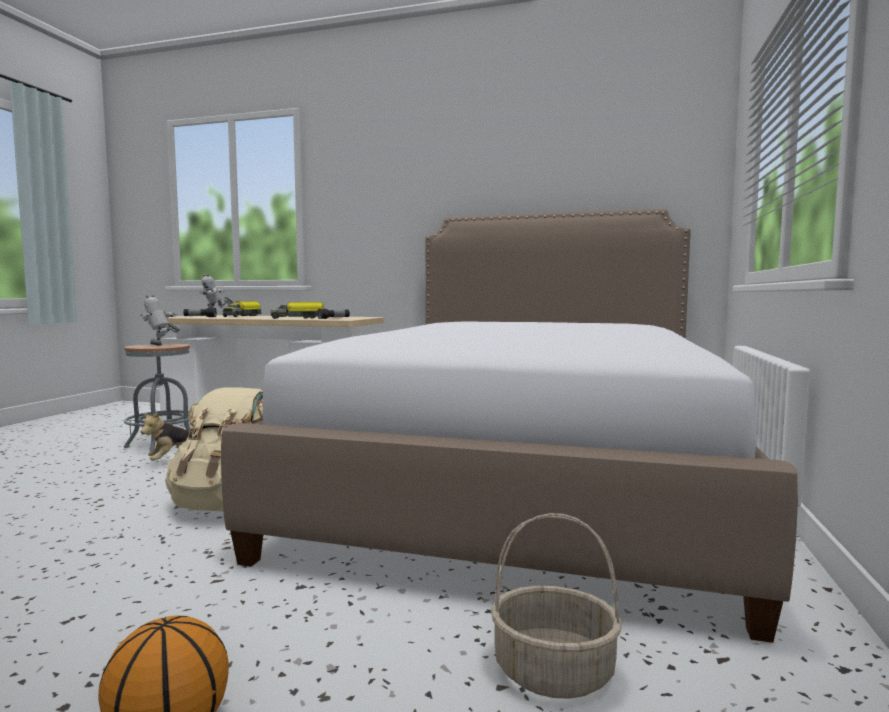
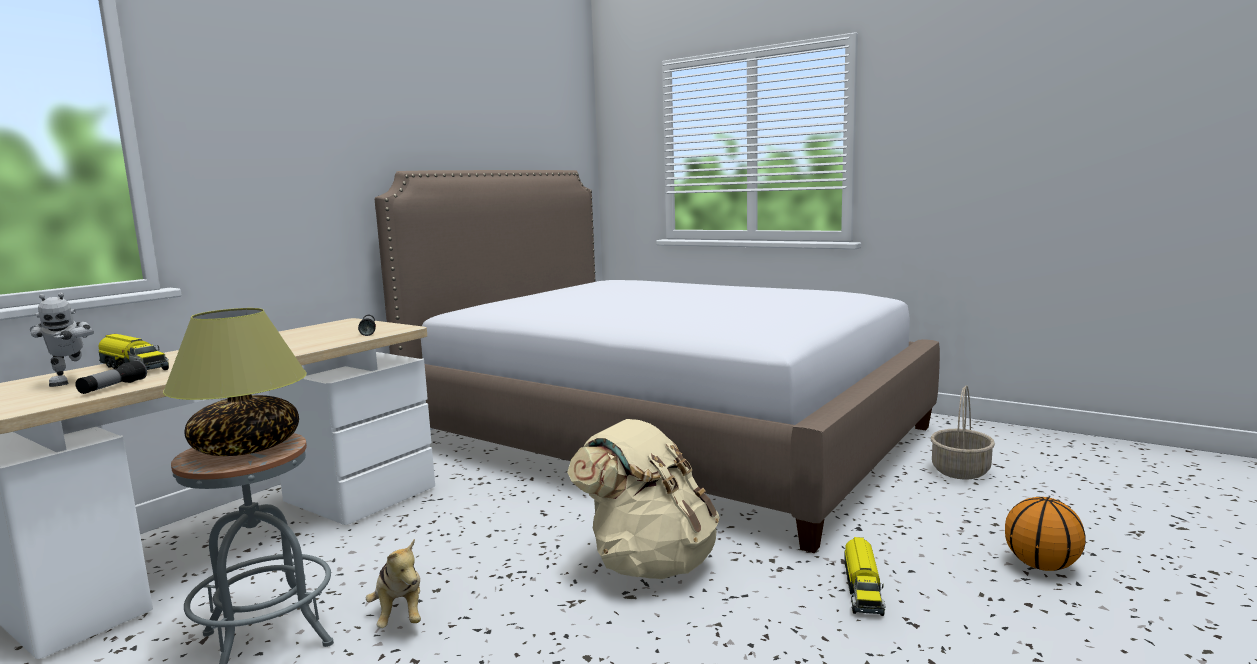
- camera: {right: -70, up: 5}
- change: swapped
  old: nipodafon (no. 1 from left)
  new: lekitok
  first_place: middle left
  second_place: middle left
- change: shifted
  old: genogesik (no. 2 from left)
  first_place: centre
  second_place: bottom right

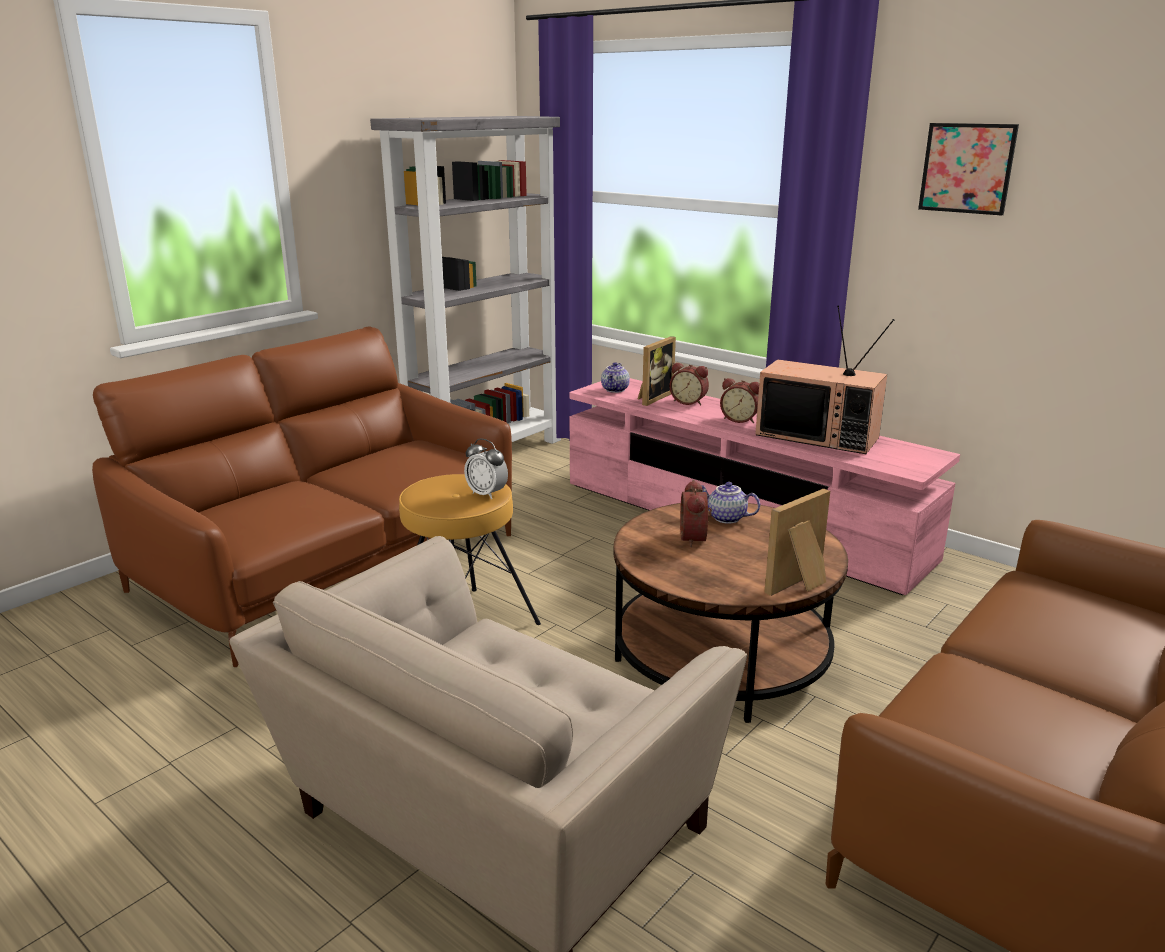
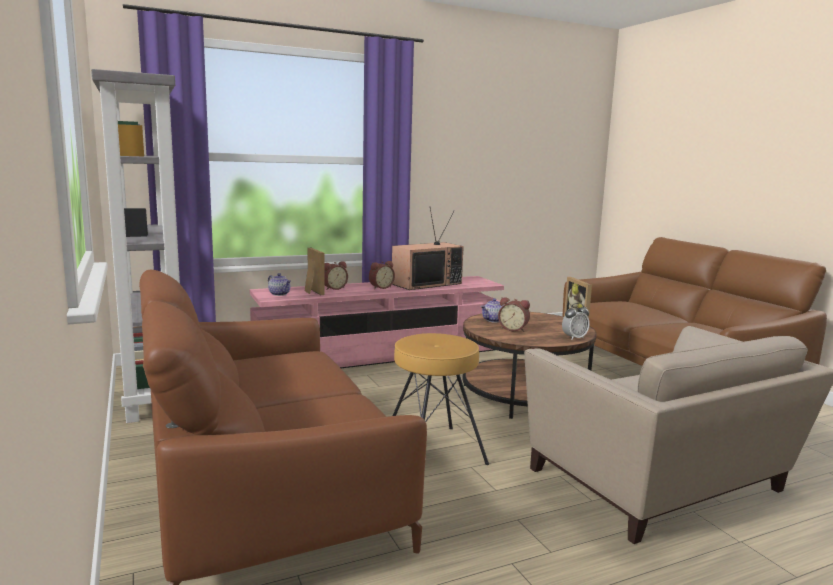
- camera: {right: -65, up: -10}
- change: shifted
  old: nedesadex (no. 1 from left in the first image)
  new: nedesadex (no. 4 from left)
  first_place: centre
  second_place: middle right
- change: gone
  old: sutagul
  first_place: top right

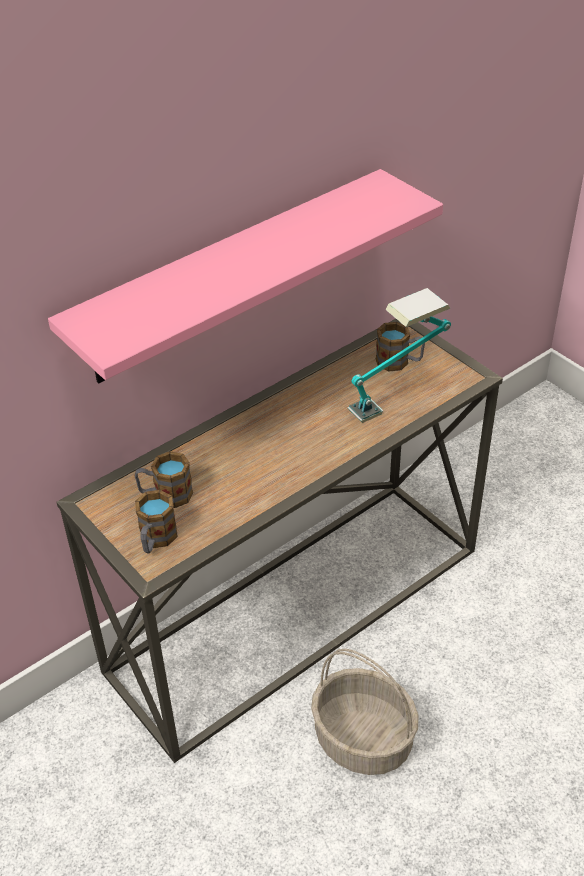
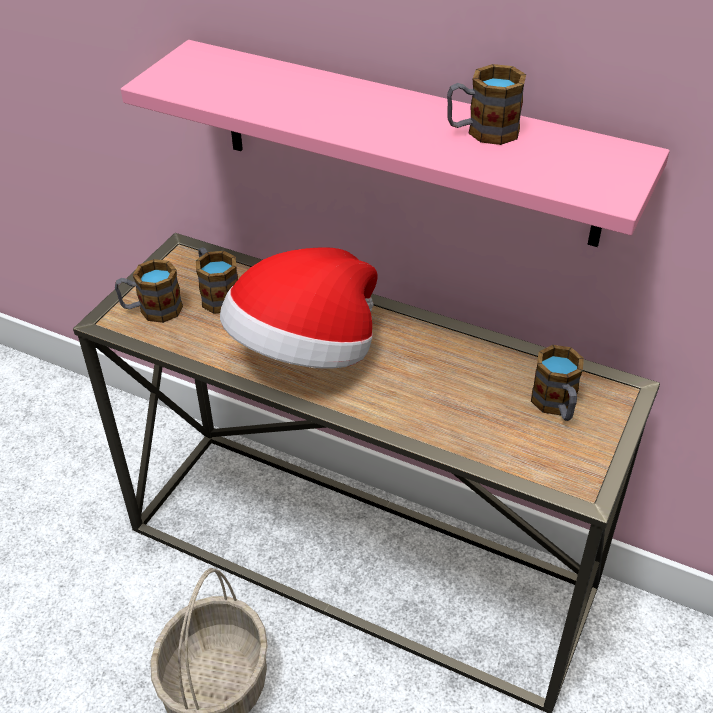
- camera: {right: 65, up: 0}
- change: new
  new: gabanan
  second_place: centre
- change: new
  new: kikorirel (no. 3 from left)
  second_place: top right
- change: gone
  old: lekitok
  first_place: middle right

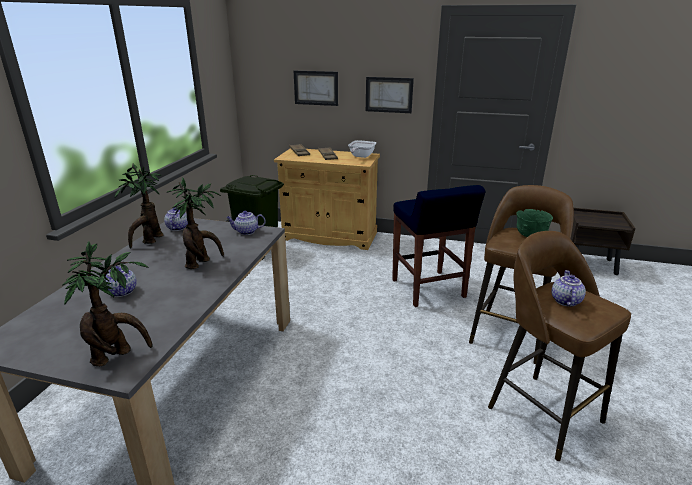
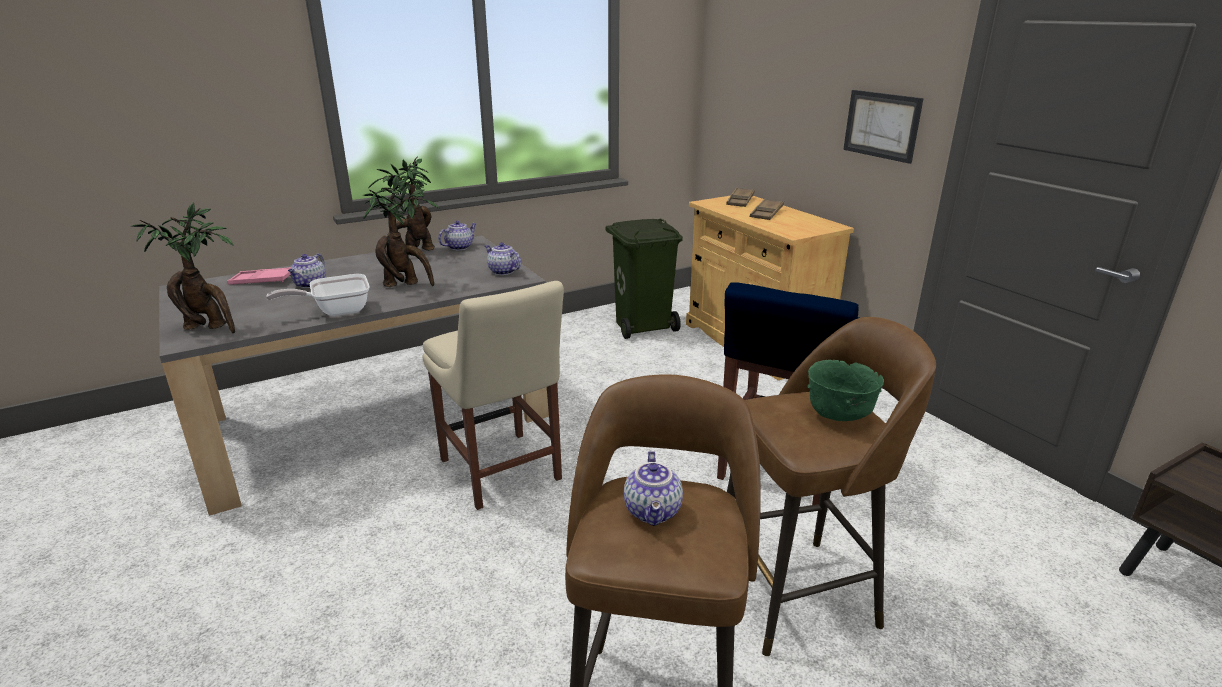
- camera: {right: 45, up: 0}
- change: new
  new: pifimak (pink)
  second_place: middle left
- change: shifted
  old: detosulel
  first_place: top centre
  second_place: middle left
- change: new
  new: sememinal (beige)
  second_place: centre
- change: rotated
  old: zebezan (no. 4 from left)
  first_place: middle right
  second_place: bottom centre
  degrees: 120
- change: gone
  old: sutagul (no. 1 from left)
  first_place: top centre

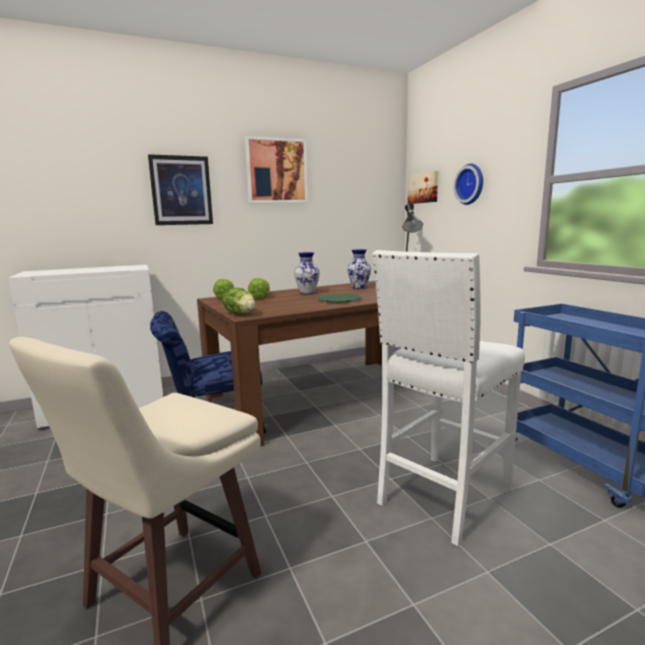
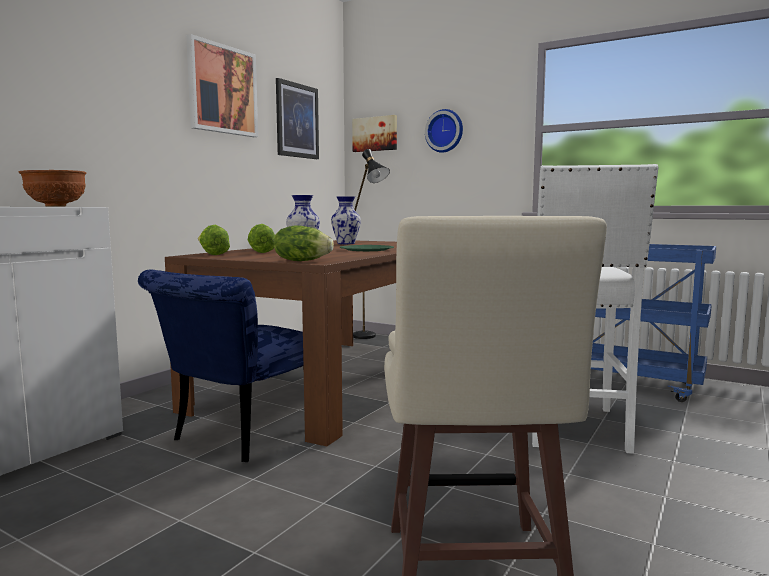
- camera: {right: -35, up: -5}
- change: new
  new: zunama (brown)
  second_place: top left
- change: shifted
  old: sutagul (no. 1 from left in the first image)
  new: sutagul (no. 2 from left)
  first_place: top left
  second_place: top centre

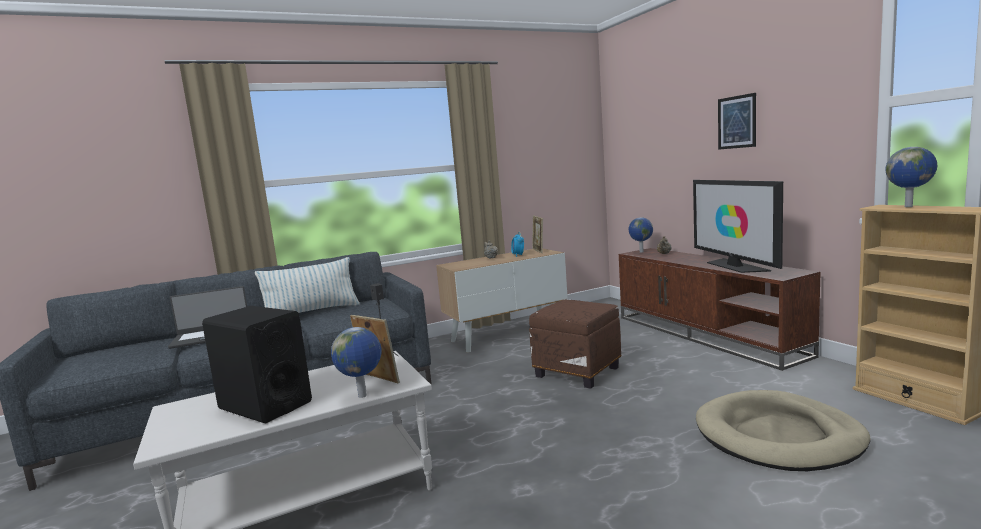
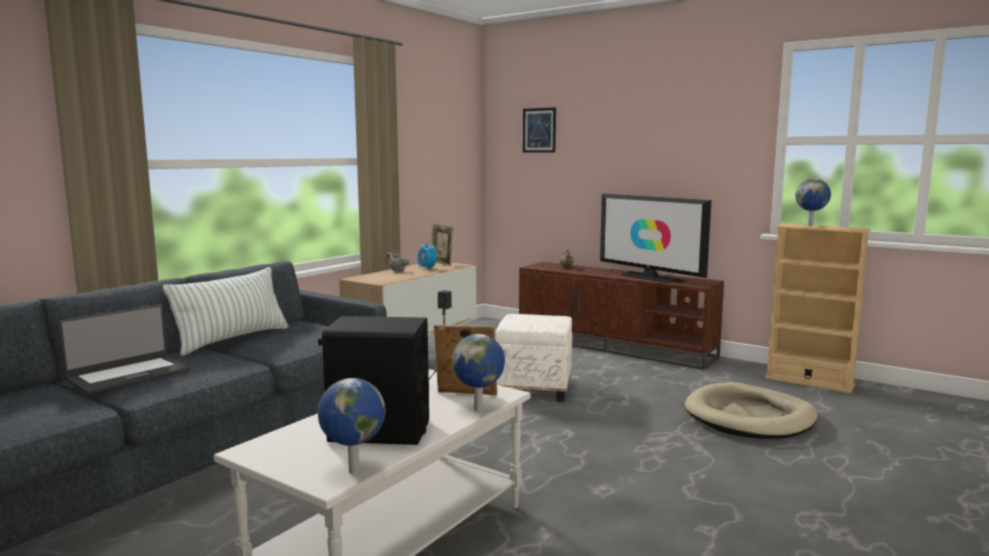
- camera: {right: -30, up: 0}
- change: shifted
  old: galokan (no. 2 from left in the first image)
  new: galokan (no. 1 from left)
  first_place: centre
  second_place: bottom centre
- change: repainted
  old: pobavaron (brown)
  new: pobavaron (white)
  first_place: centre
  second_place: centre
- change: shifted
  old: sutagul
  first_place: top right
  second_place: top centre

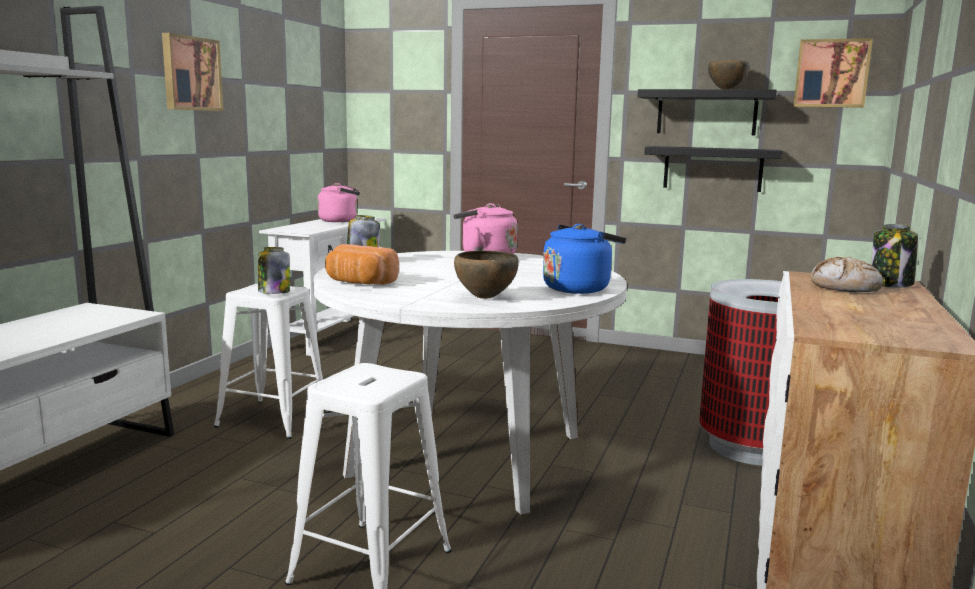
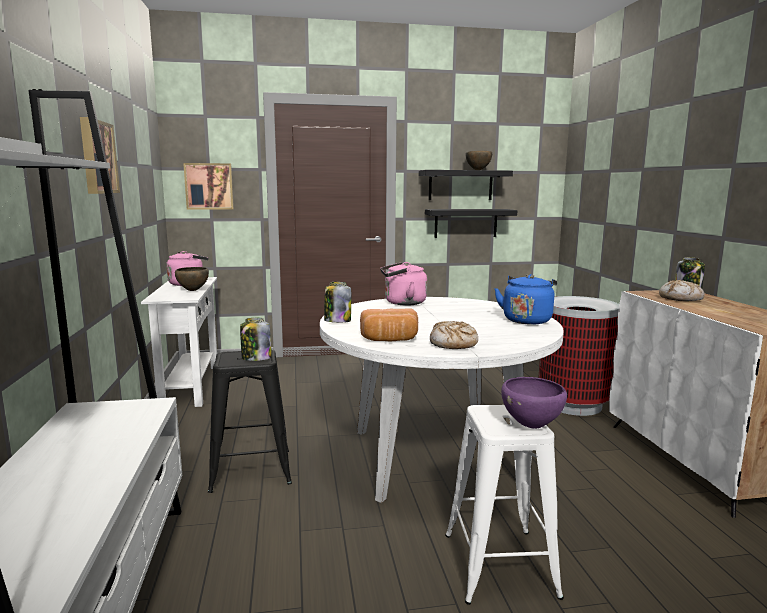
- camera: {right: -30, up: 0}
- change: shifted
  old: zunama (brown) (no. 1 from left)
  first_place: centre
  second_place: middle left
- change: shifted
  old: sutagul (no. 2 from left)
  first_place: top right
  second_place: top left
- change: repainted
  old: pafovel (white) (no. 1 from left)
  new: pafovel (black)
  first_place: middle left
  second_place: bottom left
- change: new
  new: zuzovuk (no. 2 from left)
  second_place: centre
- change: new
  new: zunama (purple)
  second_place: middle right

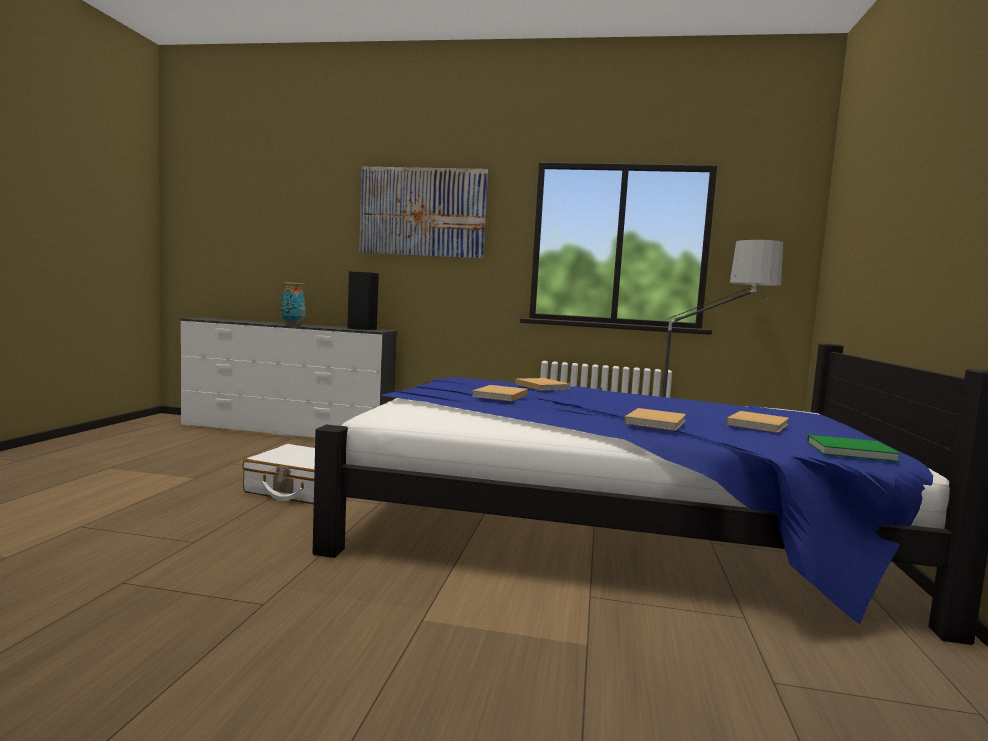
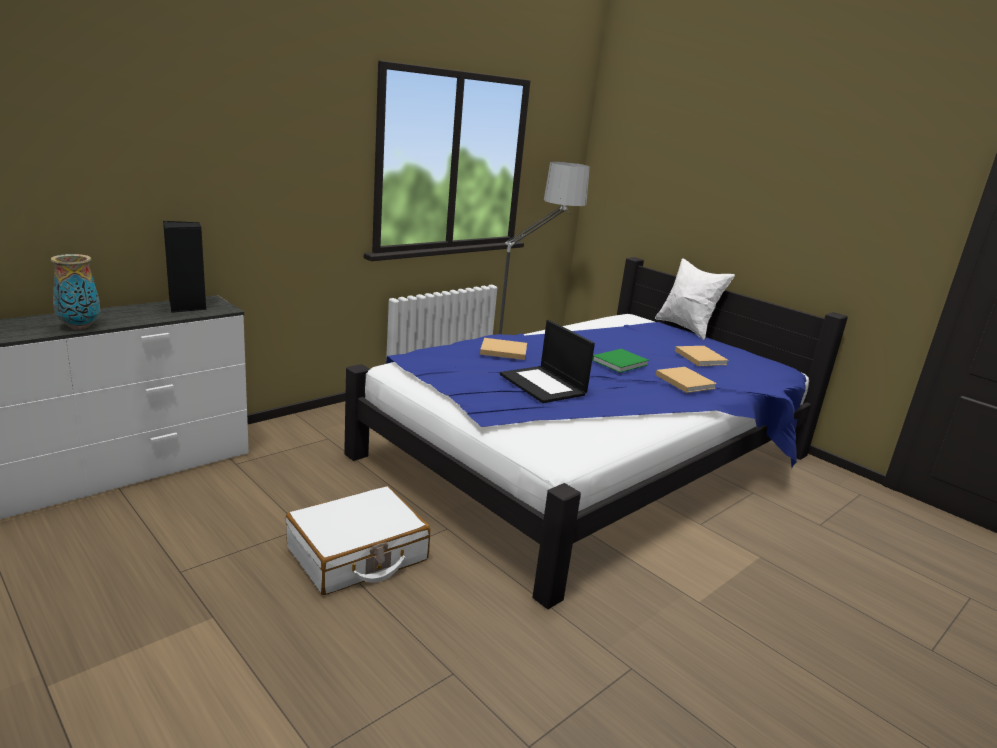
- camera: {right: -55, up: 15}
- change: swapped
  old: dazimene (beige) (no. 1 from left)
  new: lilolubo
  first_place: centre
  second_place: centre
- change: shifted
  old: dazimene (green)
  first_place: middle right
  second_place: centre
- change: new
  new: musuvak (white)
  second_place: middle right
- change: gone
  old: sutagul
  first_place: top centre

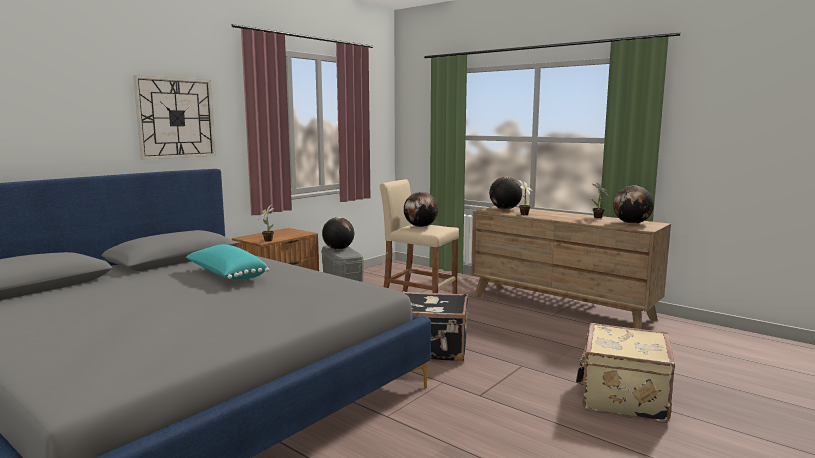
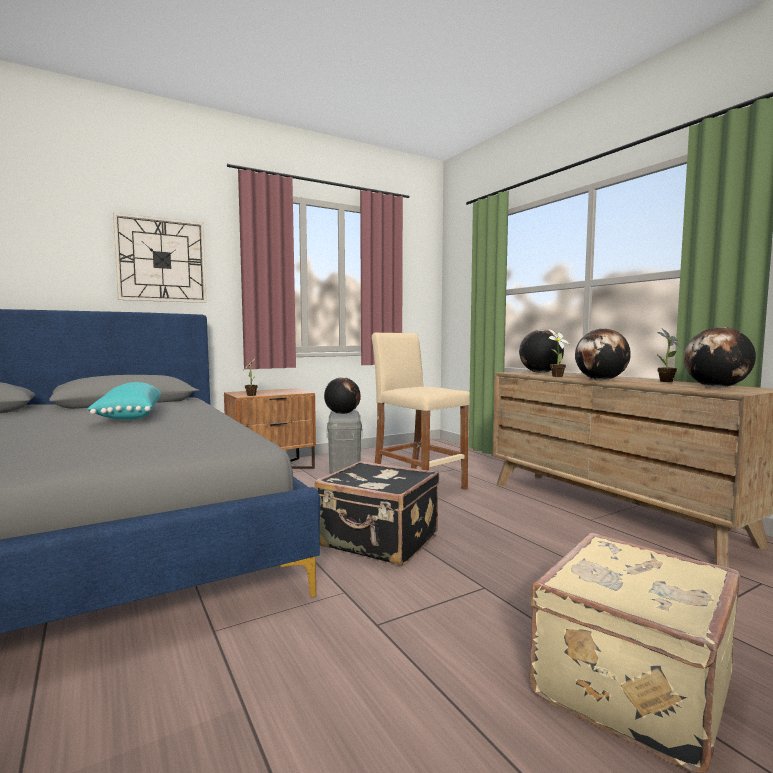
- camera: {right: 20, up: -5}
- change: shifted
  old: galokan (no. 2 from left in the first image)
  new: galokan (no. 3 from left)
  first_place: centre
  second_place: middle right

